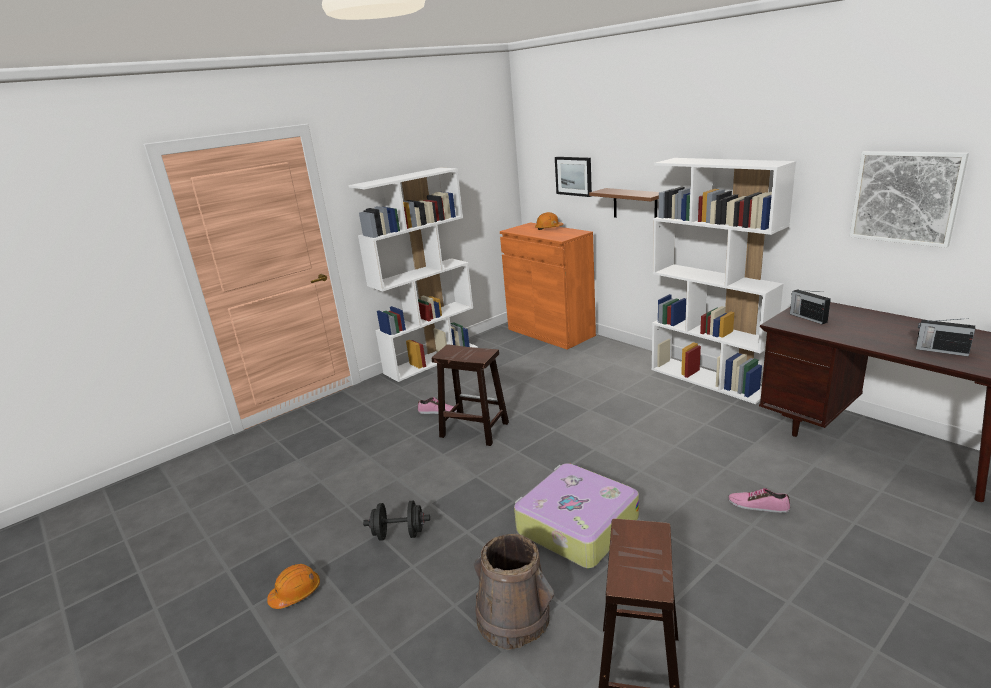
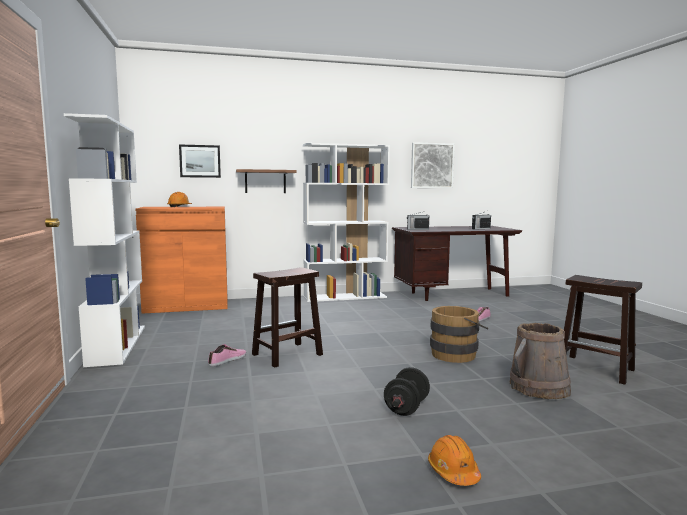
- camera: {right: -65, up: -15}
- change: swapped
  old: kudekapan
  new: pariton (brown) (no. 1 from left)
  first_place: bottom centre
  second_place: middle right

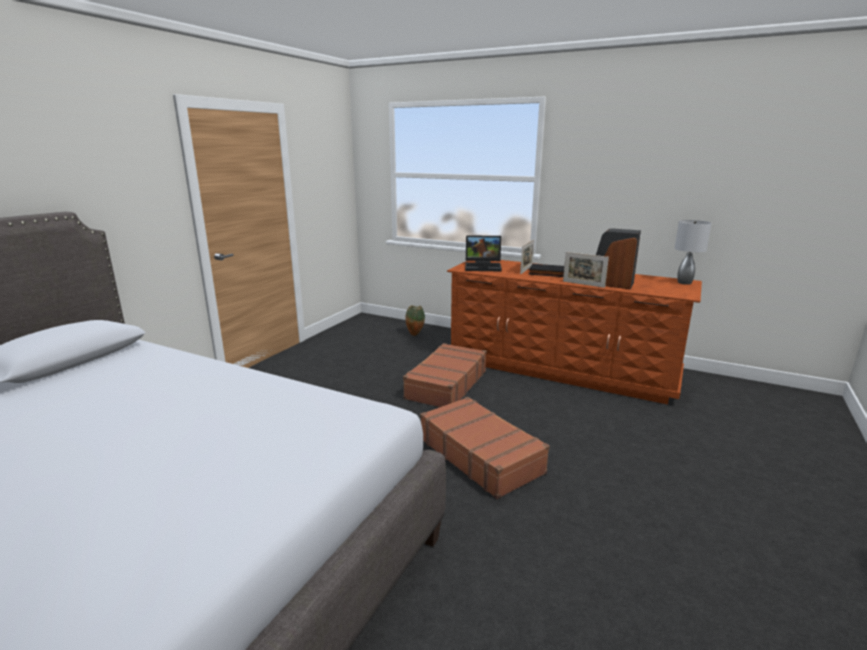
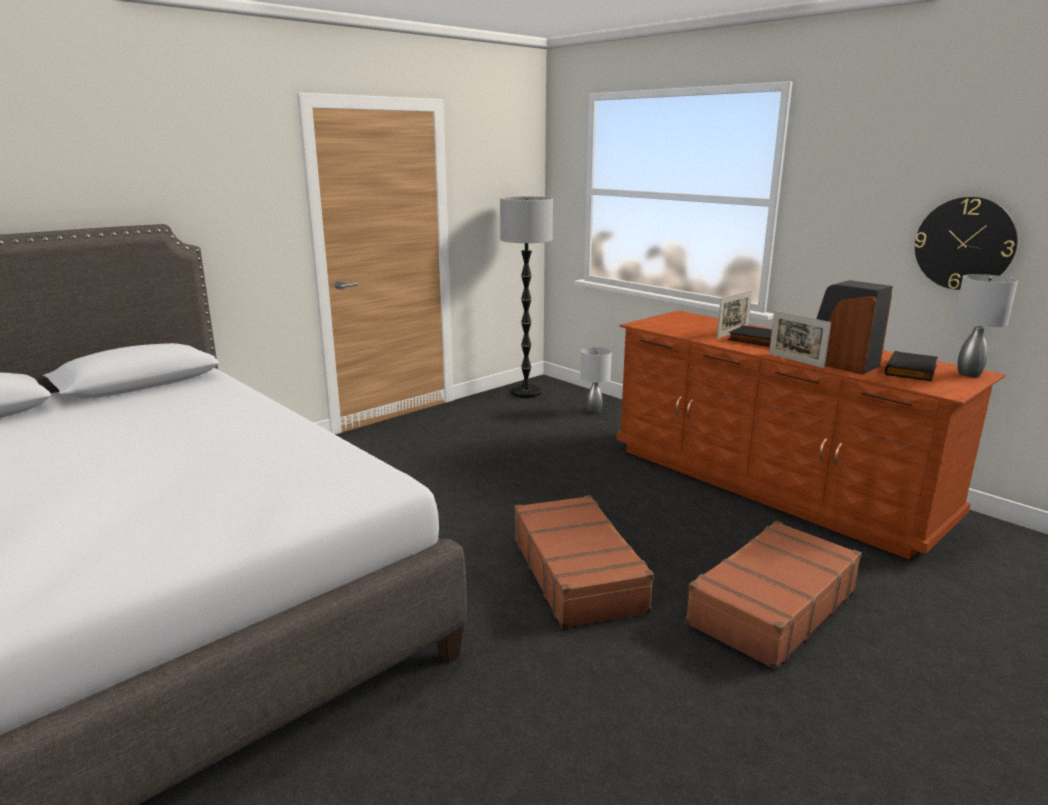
- camera: {right: 20, up: 0}
- change: new
  new: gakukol
  second_place: centre
- change: swapped
  old: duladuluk
  new: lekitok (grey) (no. 1 from left)
  first_place: centre
  second_place: centre
- change: shifted
  old: kudekapan (brown) (no. 1 from left in the first image)
  new: kudekapan (brown) (no. 2 from left)
  first_place: centre
  second_place: bottom right
- change: new
  new: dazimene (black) (no. 2 from left)
  second_place: middle right
- change: new
  new: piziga
  second_place: top right
- change: gone
  old: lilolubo
  first_place: centre

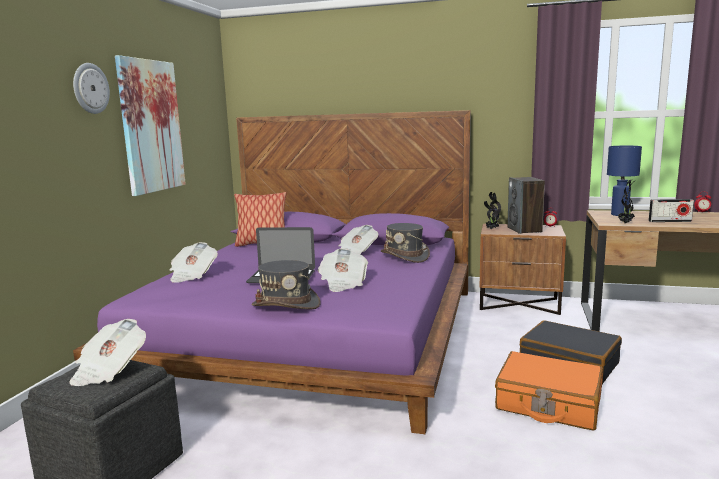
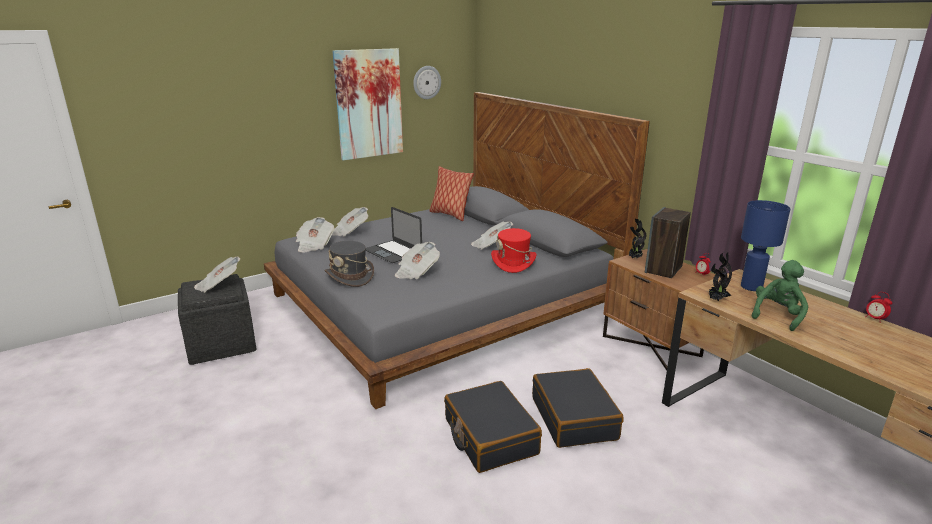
- camera: {right: 40, up: 10}
- change: repainted
  old: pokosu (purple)
  new: pokosu (grey)
  first_place: centre
  second_place: centre
- change: new
  new: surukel (no. 2 from left)
  second_place: centre
- change: shifted
  old: piziga
  first_place: top left
  second_place: top centre
- change: repainted
  old: kudekapan (orange)
  new: kudekapan (black) (no. 1 from left)
  first_place: bottom right
  second_place: bottom centre
- change: repainted
  old: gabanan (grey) (no. 2 from left)
  new: gabanan (red)
  first_place: centre
  second_place: centre
- change: swapped
  old: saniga
  new: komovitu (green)
  first_place: middle right
  second_place: middle right

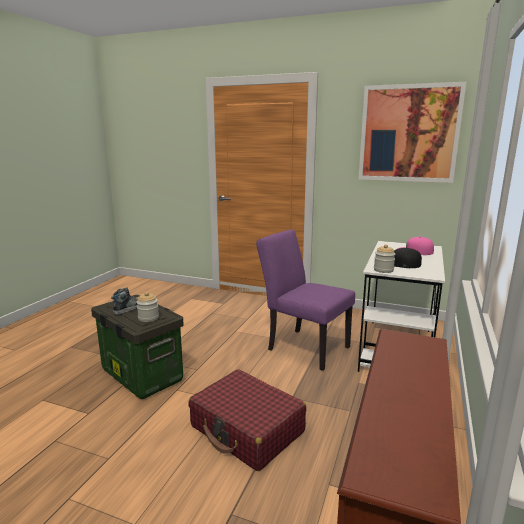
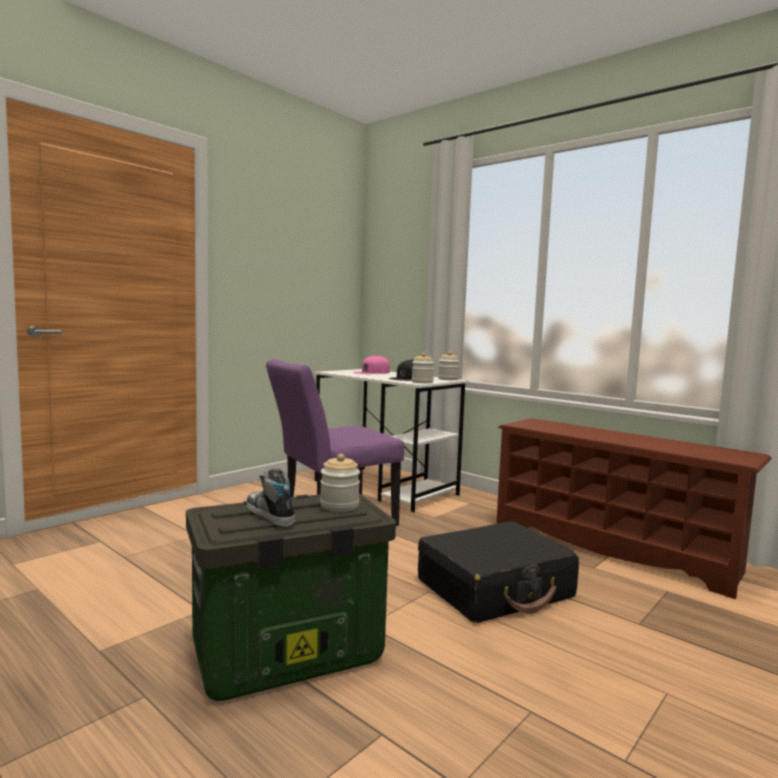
- camera: {right: -70, up: -10}
- change: repainted
  old: kudekapan (red)
  new: kudekapan (black)
  first_place: bottom centre
  second_place: bottom centre
- change: new
  new: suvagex (no. 3 from left)
  second_place: centre
- change: gone
  old: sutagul
  first_place: top right

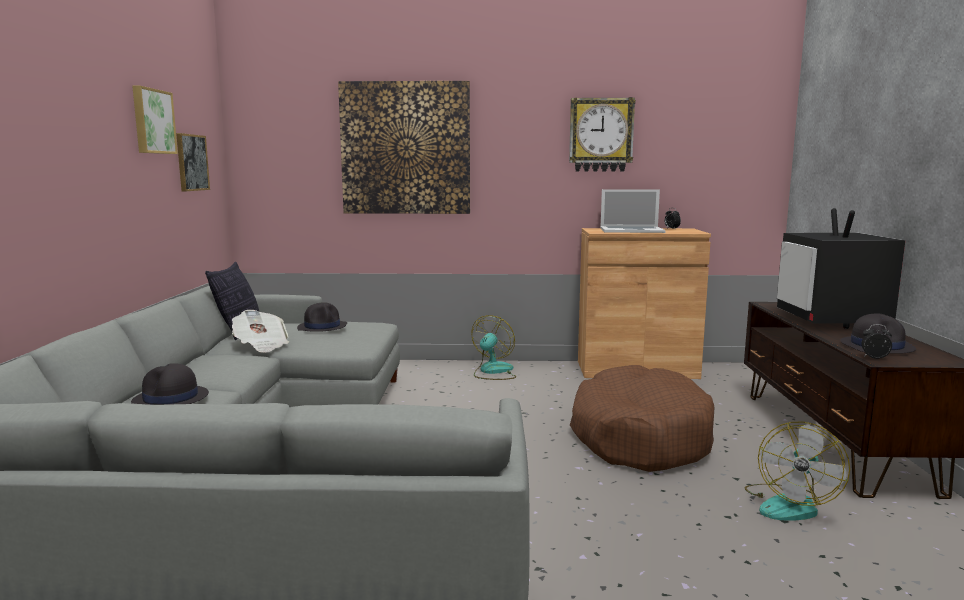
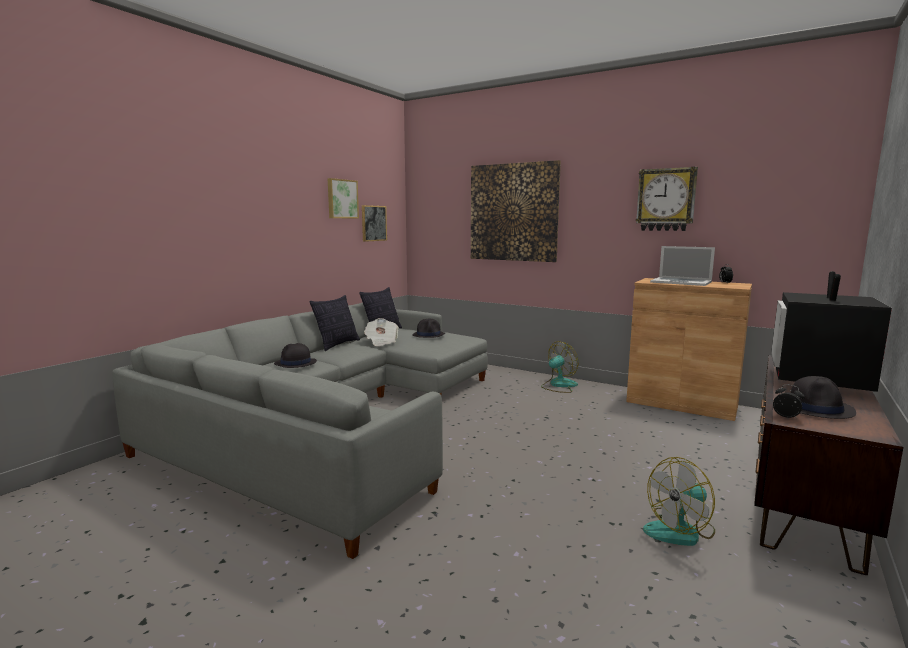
- camera: {right: 30, up: 0}
- change: new
  new: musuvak (no. 1 from left)
  second_place: centre
- change: gone
  old: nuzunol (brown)
  first_place: bottom centre

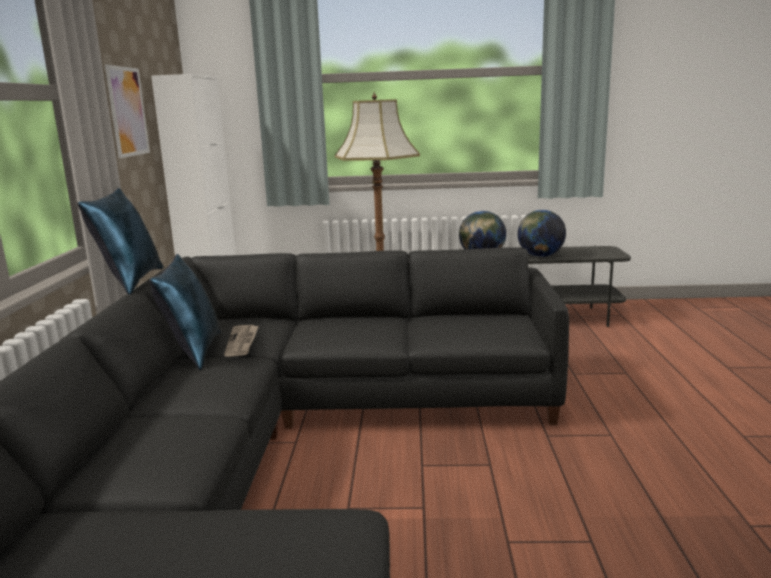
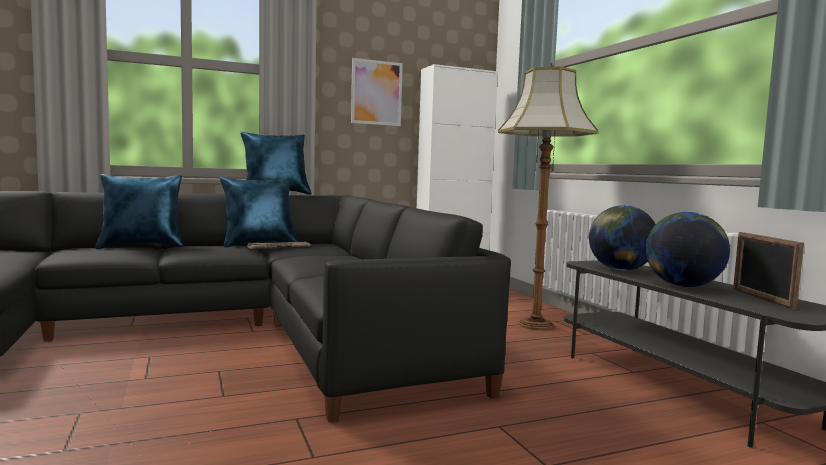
- camera: {right: 65, up: -10}
- change: new
  new: musuvak (blue) (no. 1 from left)
  second_place: middle left
- change: new
  new: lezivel
  second_place: middle right

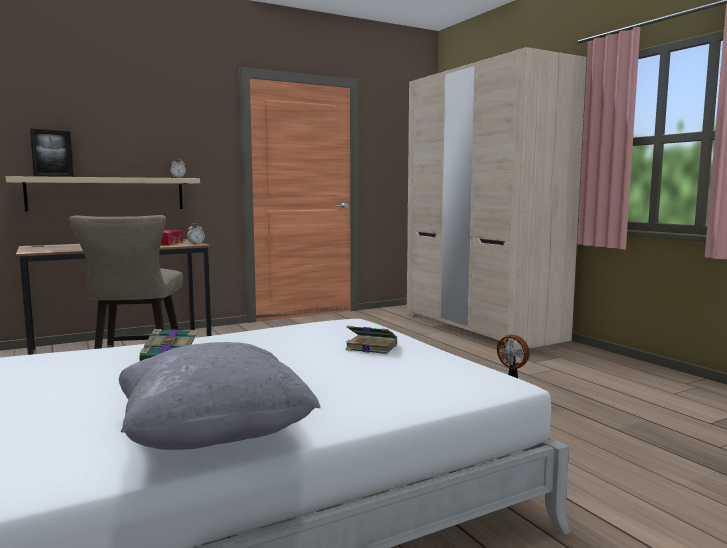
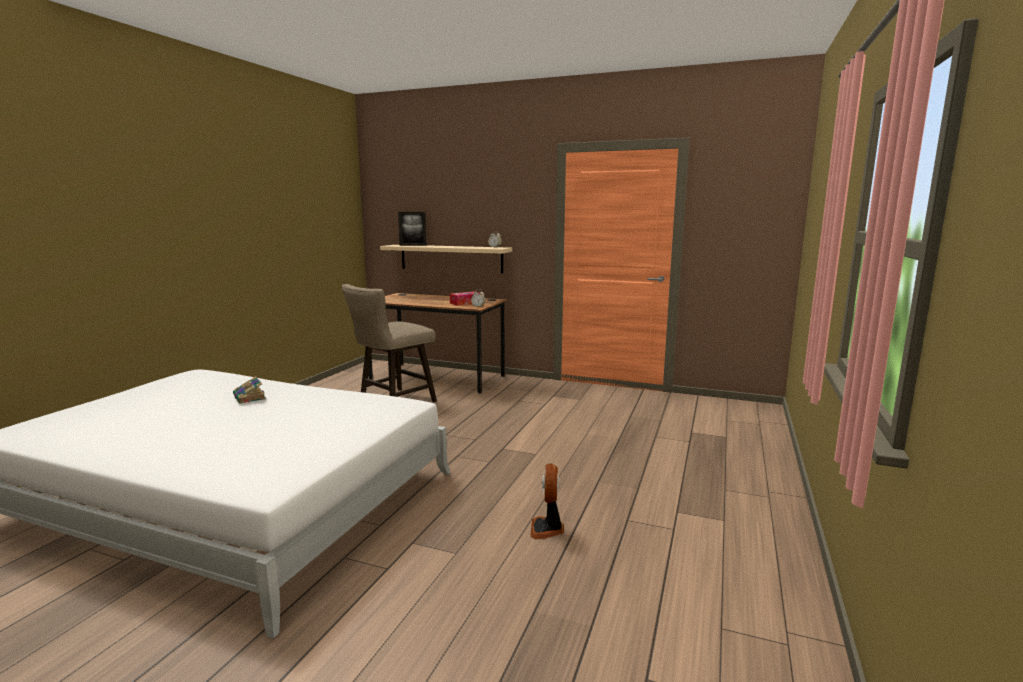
- camera: {right: 50, up: 5}
- change: gone
  old: musuvak (grey)
  first_place: bottom left
- change: gone
  old: dazimene (no. 2 from left)
  first_place: centre
- change: gone
  old: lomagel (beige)
  first_place: middle right

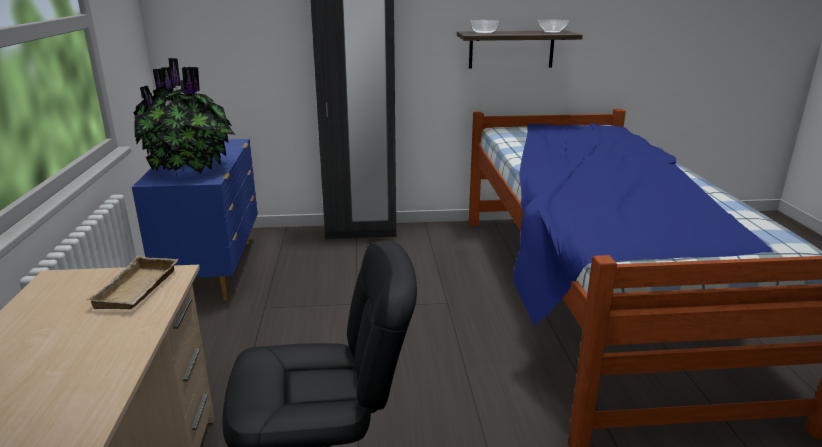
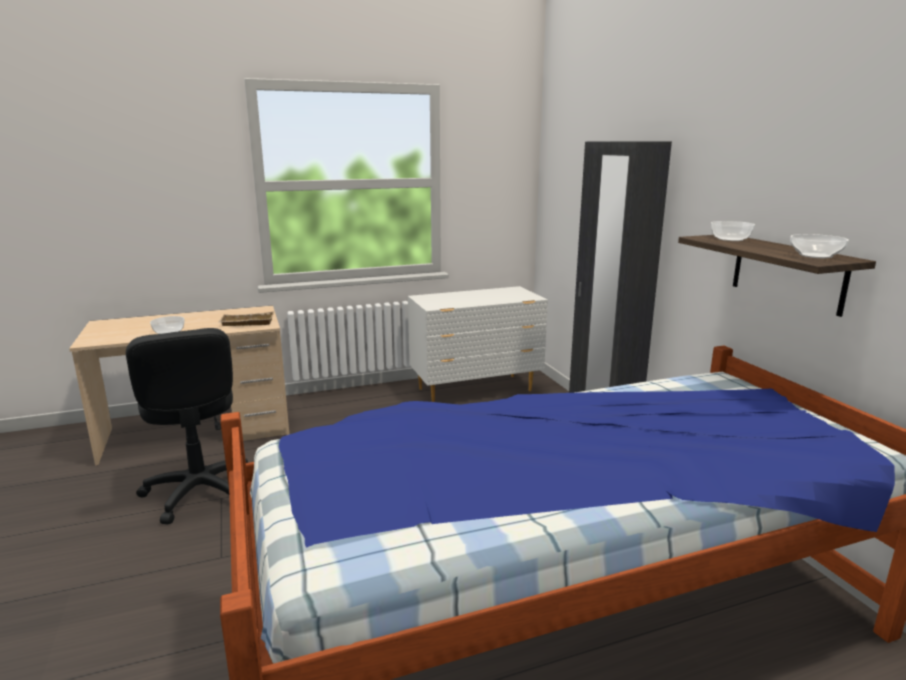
- camera: {right: 75, up: -5}
- change: new
  new: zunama (no. 1 from left)
  second_place: middle left
- change: repainted
  old: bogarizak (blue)
  new: bogarizak (white)
  first_place: middle left
  second_place: centre
- change: gone
  old: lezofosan
  first_place: top left

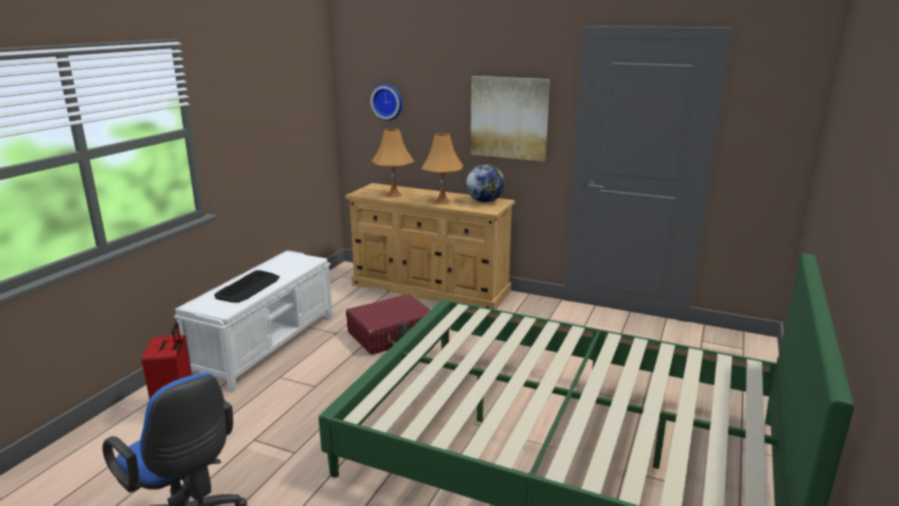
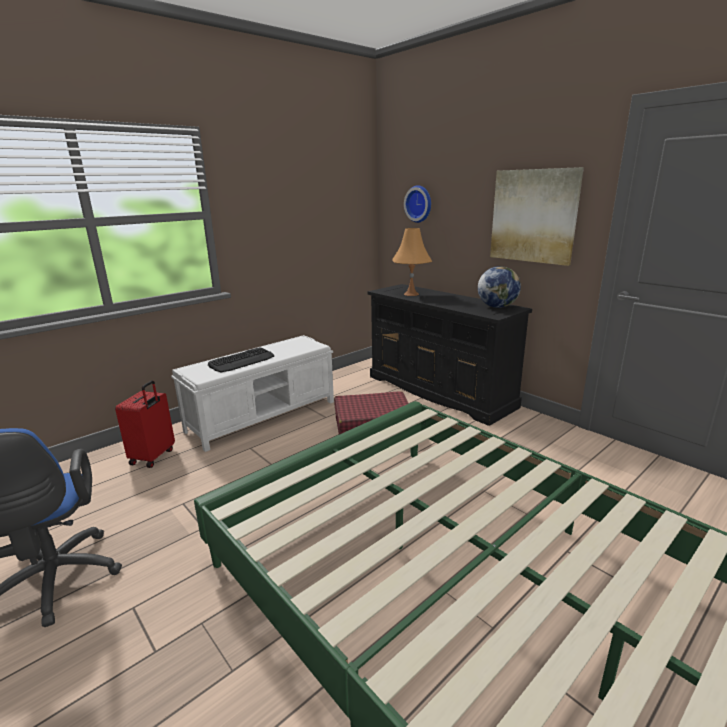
- camera: {right: 25, up: 0}
- change: repainted
  old: bogarizak (beige)
  new: bogarizak (black)
  first_place: centre
  second_place: centre
- change: gone
  old: lekitok (orange) (no. 2 from left)
  first_place: top centre

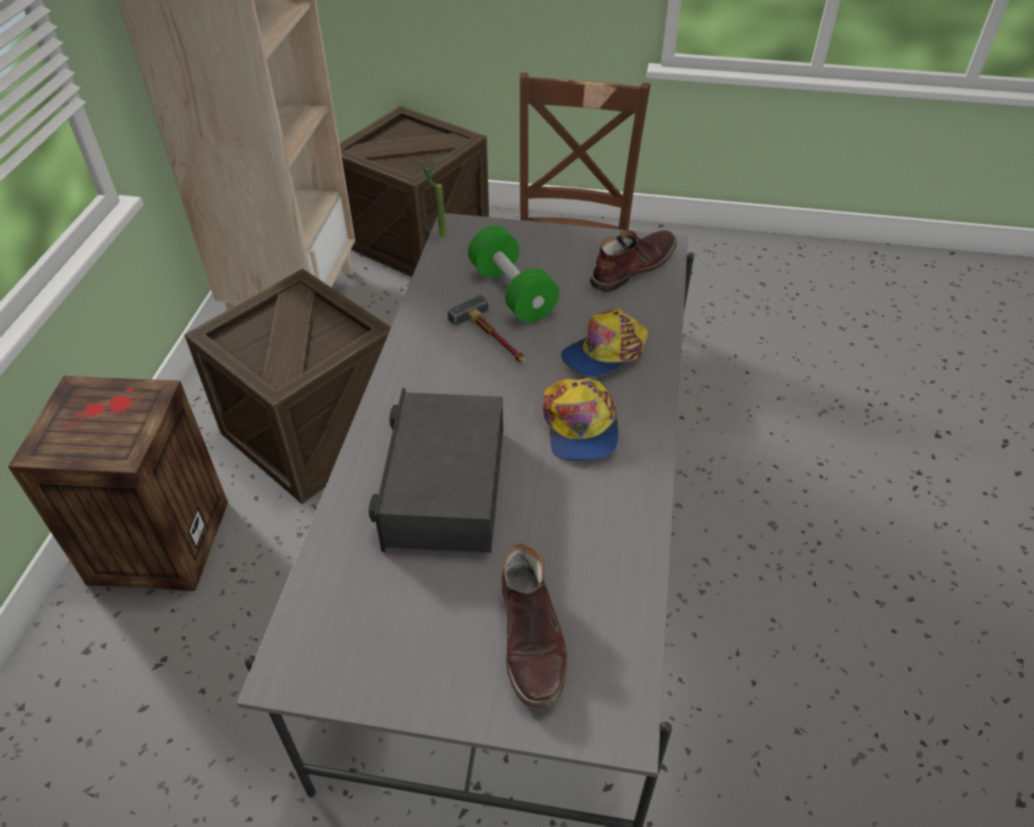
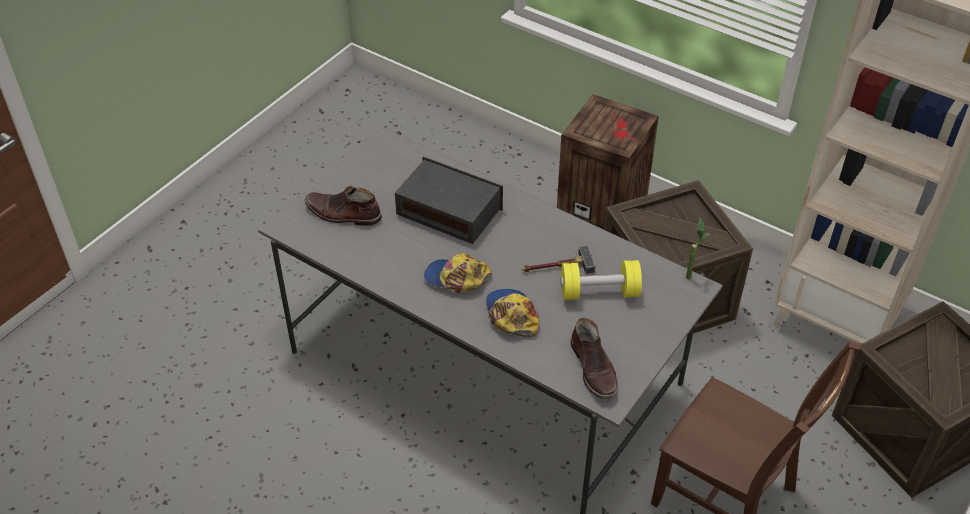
- camera: {right: 115, up: 0}
- change: repainted
  old: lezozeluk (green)
  new: lezozeluk (yellow)
  first_place: top centre
  second_place: centre

